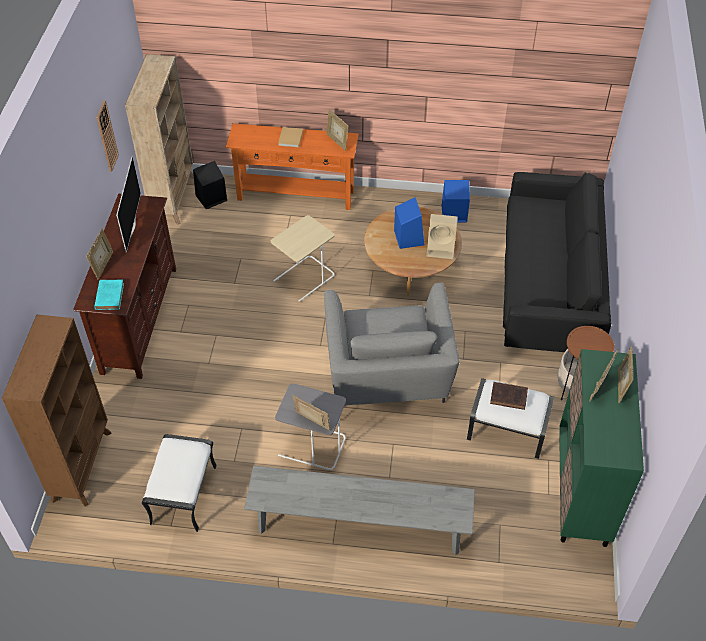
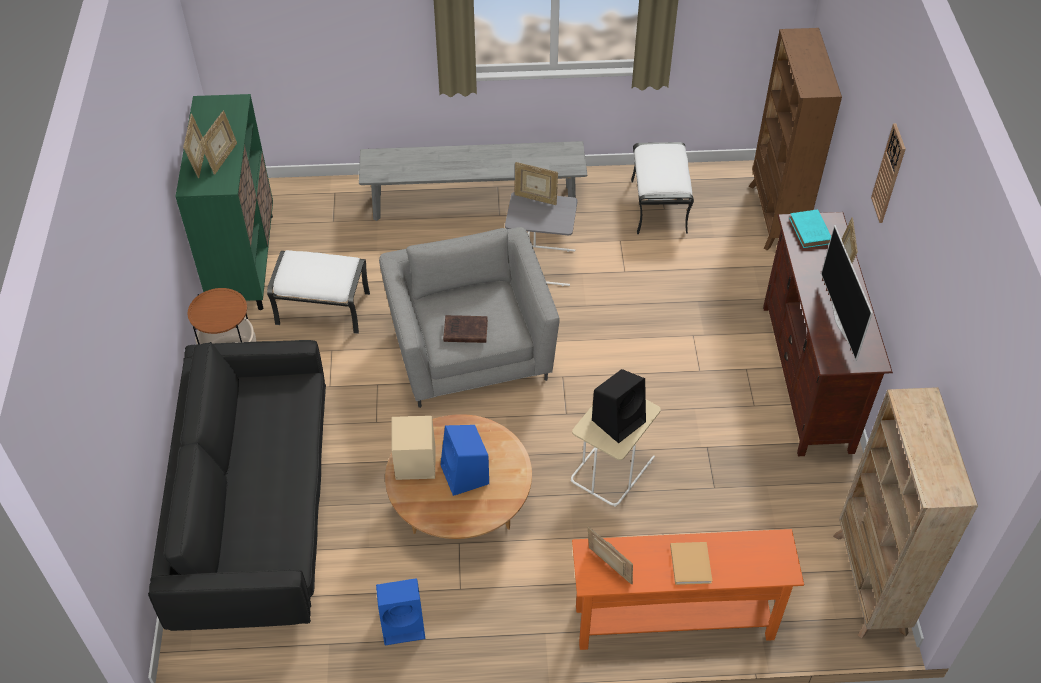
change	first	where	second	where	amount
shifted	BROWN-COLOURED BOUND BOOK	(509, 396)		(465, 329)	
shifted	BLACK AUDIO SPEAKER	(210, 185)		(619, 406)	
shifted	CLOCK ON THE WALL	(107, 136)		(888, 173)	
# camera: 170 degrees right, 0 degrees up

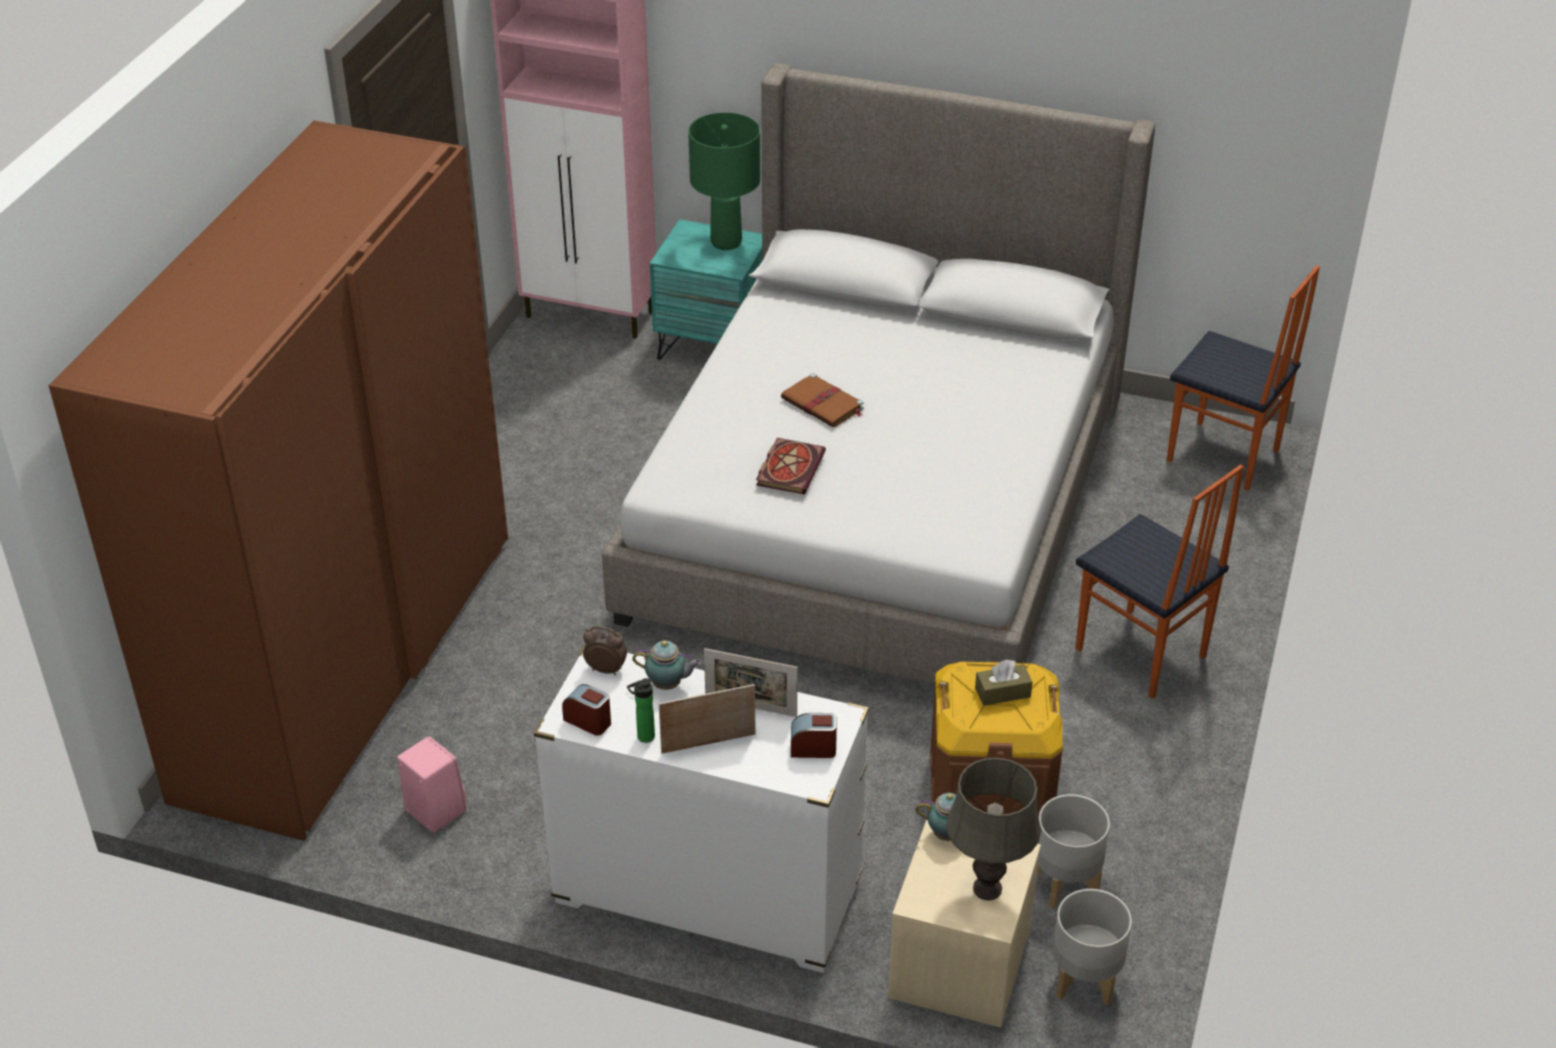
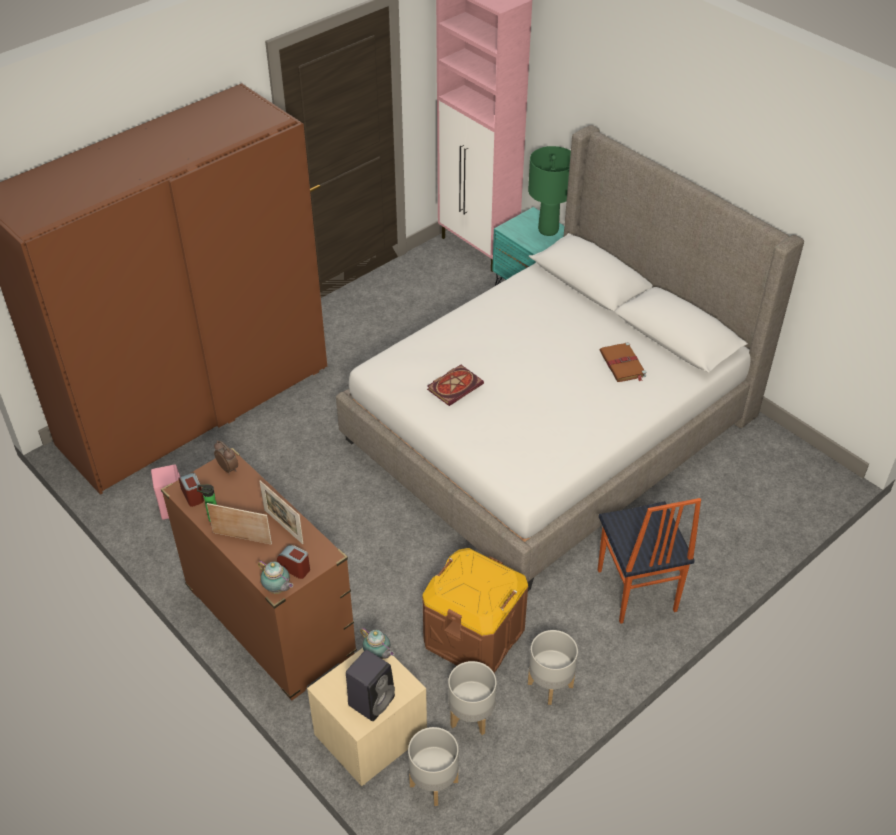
change	first	where	second	where	amount
repainted	WHITE-COLOURED CHEST OF DRAWERS	(701, 808)	BROWN-COLOURED CHEST OF DRAWERS	(259, 574)	
shifted	TEAPOT	(666, 665)		(275, 577)	
swapped	GREYISH LAMP FOR A TABLE	(993, 829)	BLACK AUDIO SPEAKER	(370, 685)	
new			GREYISH FLOWER POT	(553, 667)	
shifted	BROWN-COLOURED BOUND BOOK	(822, 400)		(623, 362)	
gone	BROWN-COLOURED BOX OF TISSUES	(1003, 683)			
gone	CHAIR	(1243, 378)			
# camera: 30 degrees right, 5 degrees up

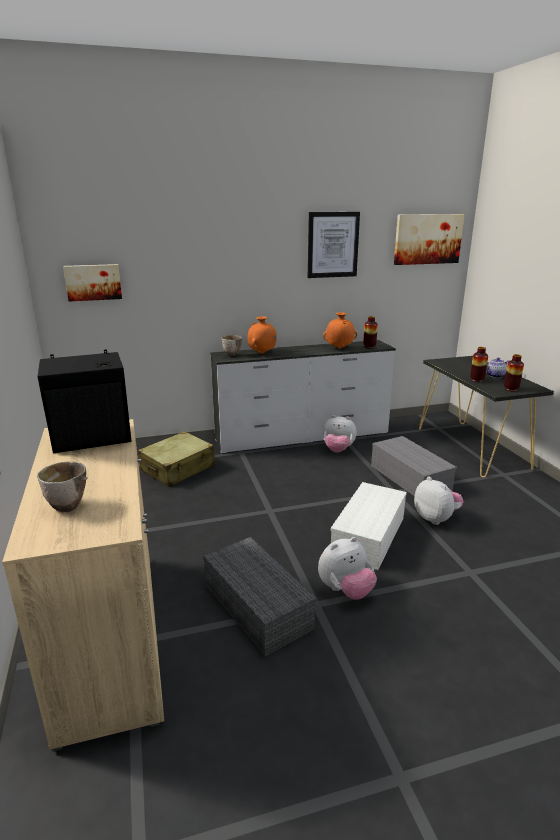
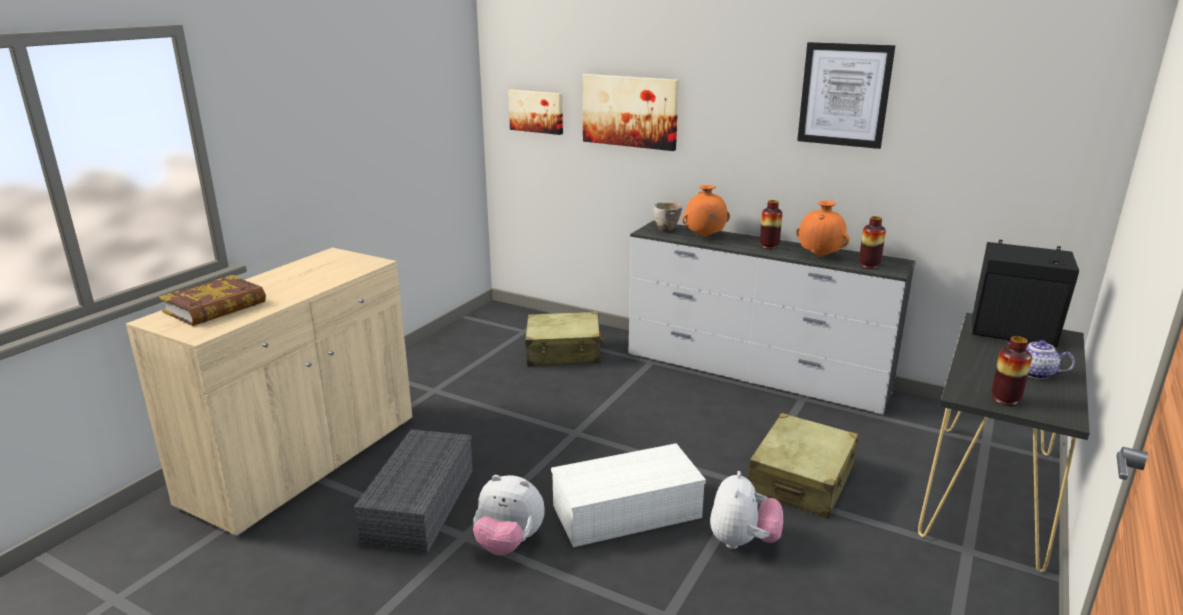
change	first	where	second	where	amount
swapped	BOWL	(62, 487)	BOUND BOOK	(212, 300)	
shifted	PICTURE	(429, 239)		(631, 112)	
swapped	GREYISH STORAGE BOX	(414, 466)	BEIGE TRAVEL CASE	(803, 466)	
shifted	DECORATIVE VASE	(479, 364)		(771, 224)	
shifted	BLACK AUDIO SPEAKER	(84, 401)		(1025, 294)	
gone	SOFT TOY	(340, 434)			
# camera: 45 degrees right, 0 degrees up

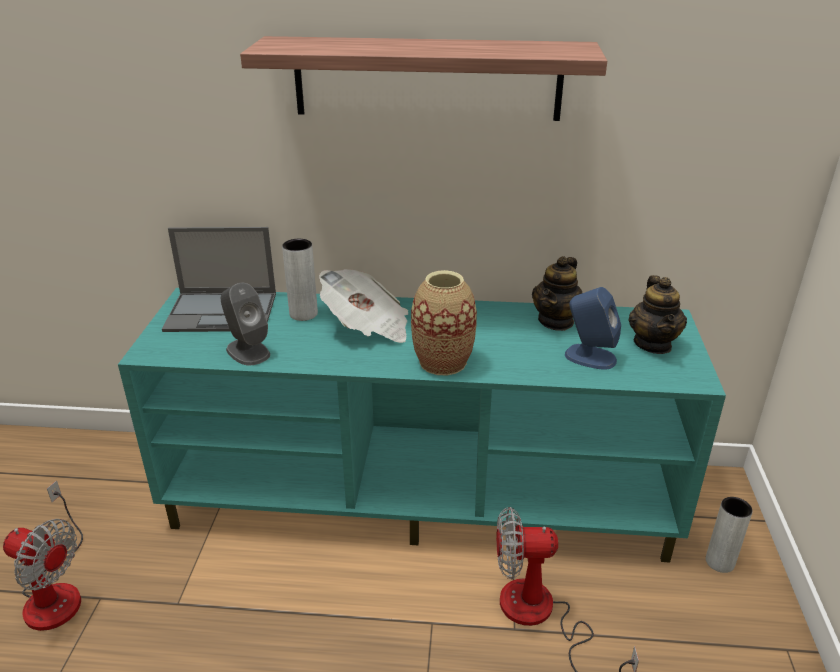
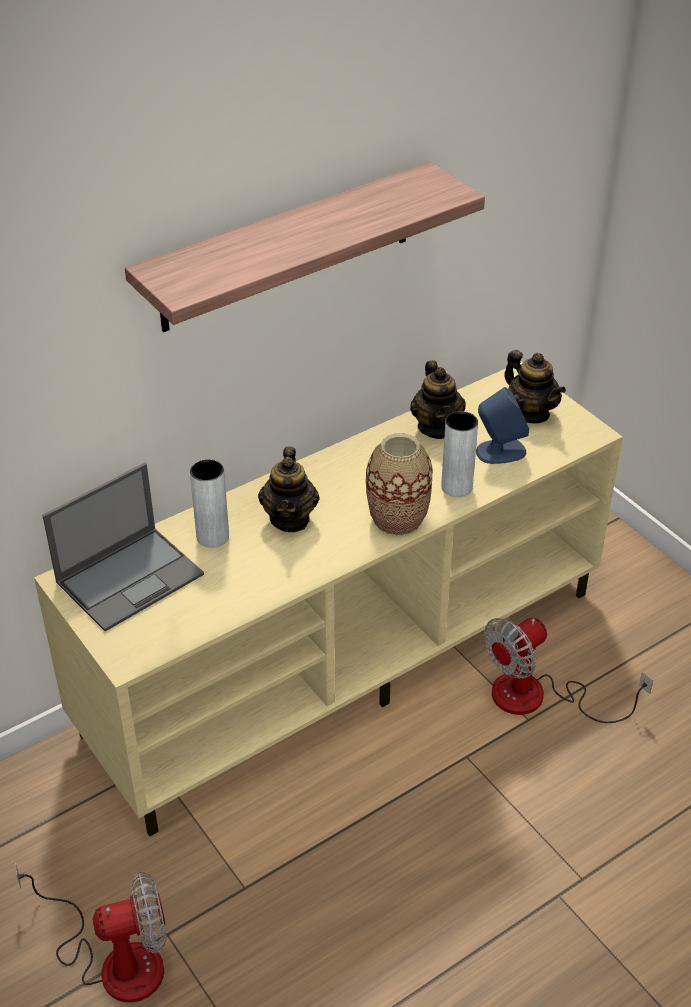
change	first	where	second	where	amount
repainted	BLUE-GREEN TV UNIT	(422, 425)	BEIGE TV UNIT	(328, 599)	
swapped	PRINTED PAPER	(363, 306)	TEAPOT	(288, 489)	
shifted	GREYISH DECORATIVE VASE	(729, 535)		(459, 454)	
gone	GREYISH AUDIO SPEAKER	(245, 324)			
# camera: 40 degrees left, 10 degrees up

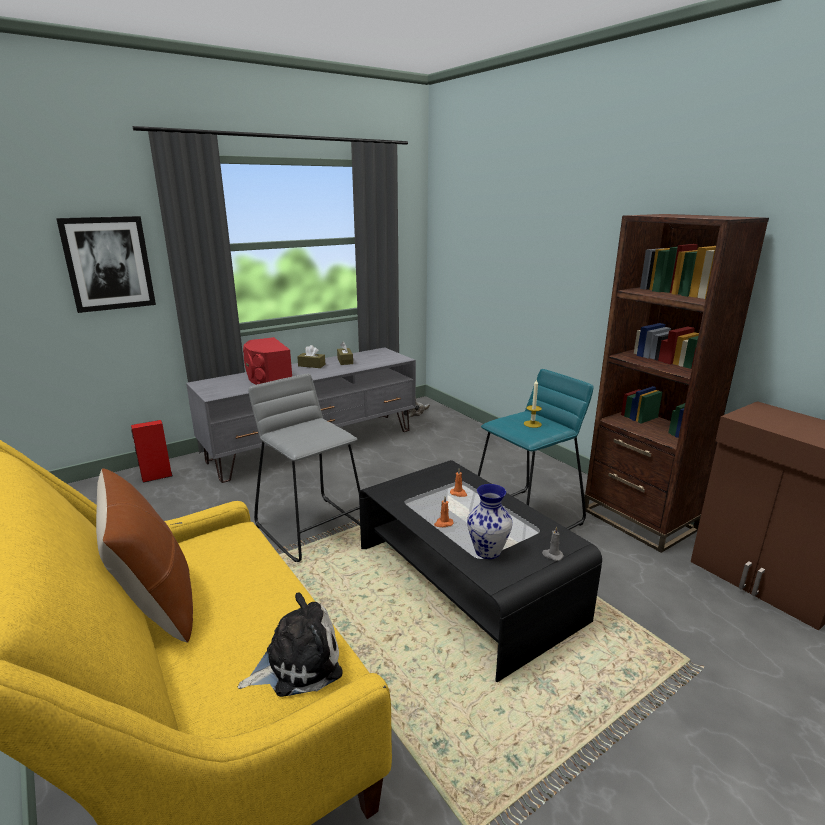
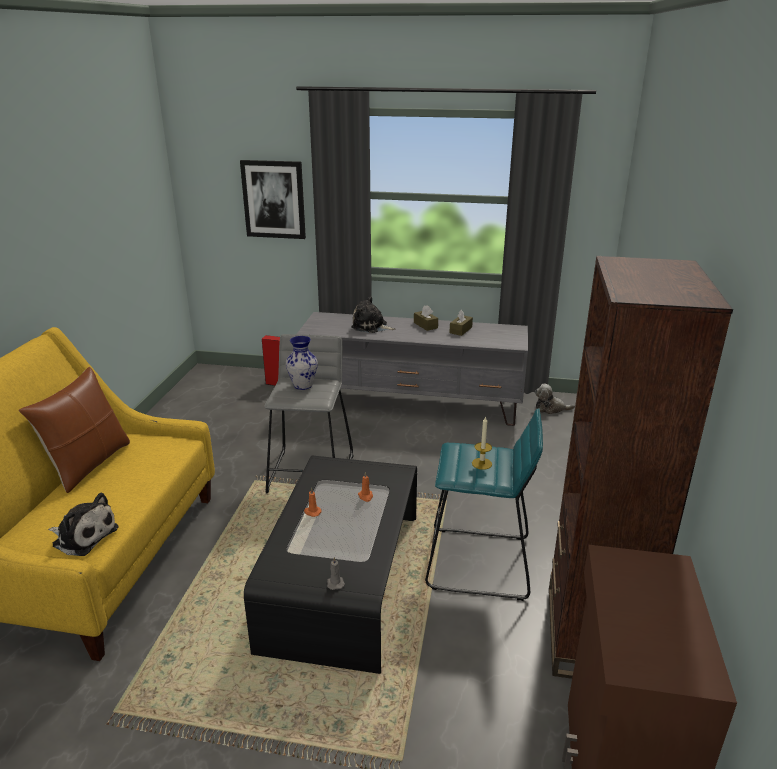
change	first	where	second	where	amount
shifted	DECORATIVE VASE	(489, 521)		(302, 363)	
swapped	REDDISH AUDIO SPEAKER	(267, 361)	SOFT TOY	(373, 314)	
# camera: 45 degrees right, 5 degrees up

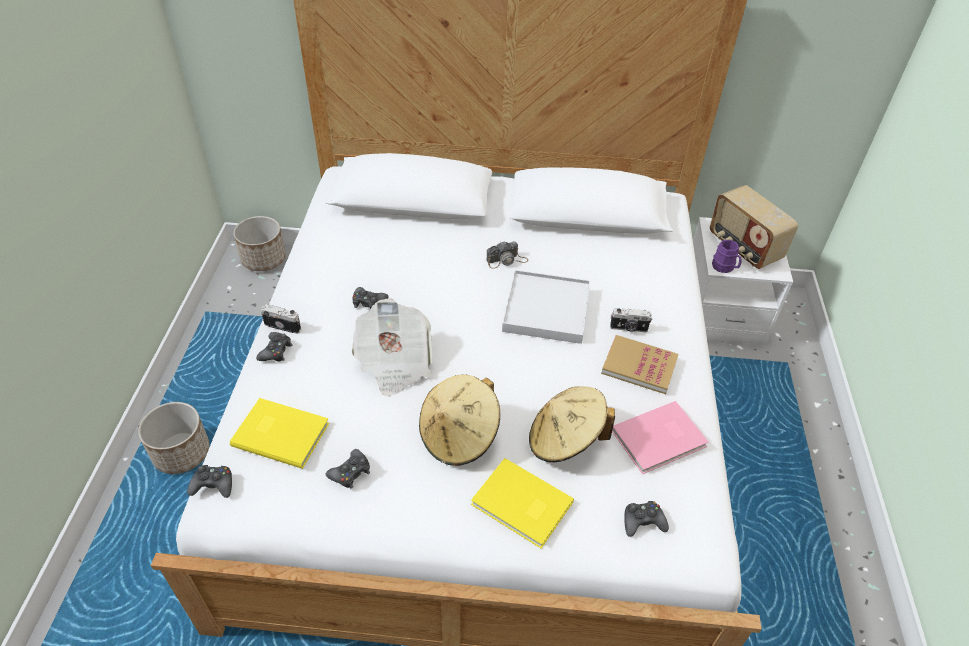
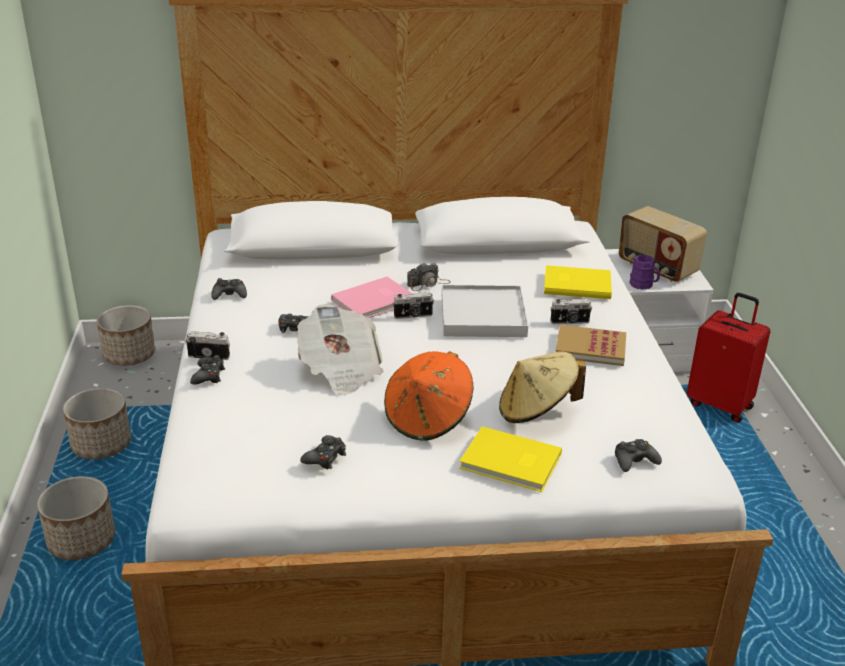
change	first	where	second	where	amount
new			FLOWER POT	(97, 423)	
shifted	BLACK GAME CONTROLLER	(209, 481)		(229, 289)	
shifted	PINK BOUND BOOK	(660, 437)		(371, 297)	
repainted	BEIGE CLOTHING HAT	(459, 420)	ORANGE CLOTHING HAT	(428, 396)	
new			PHOTO CAMERA	(413, 305)	
shifted	YELLOW BOUND BOOK	(279, 433)		(578, 282)	
new			REDDISH TRAVEL CASE	(729, 358)	
# camera: 10 degrees left, 15 degrees down

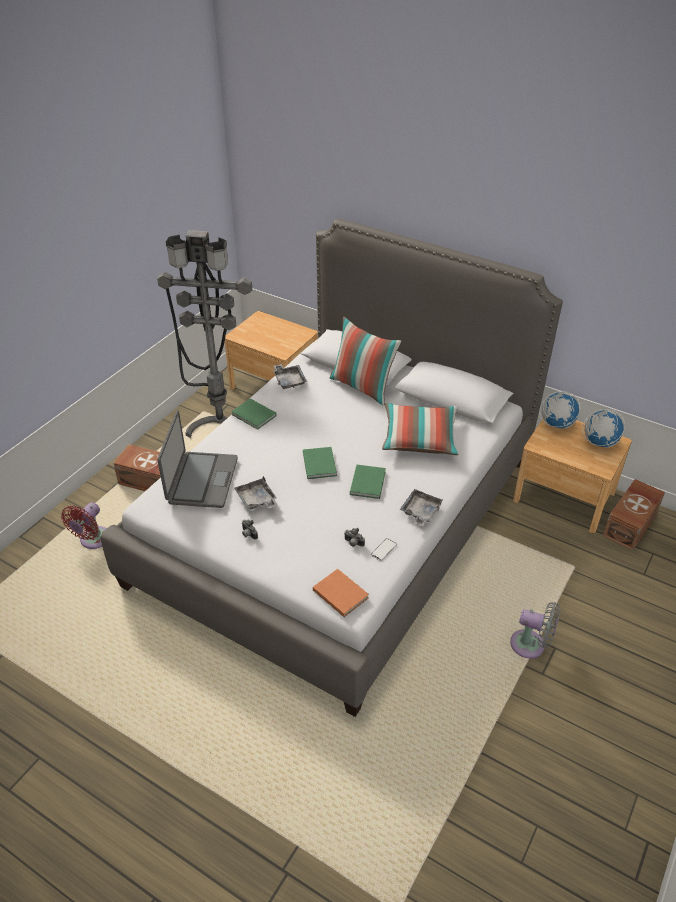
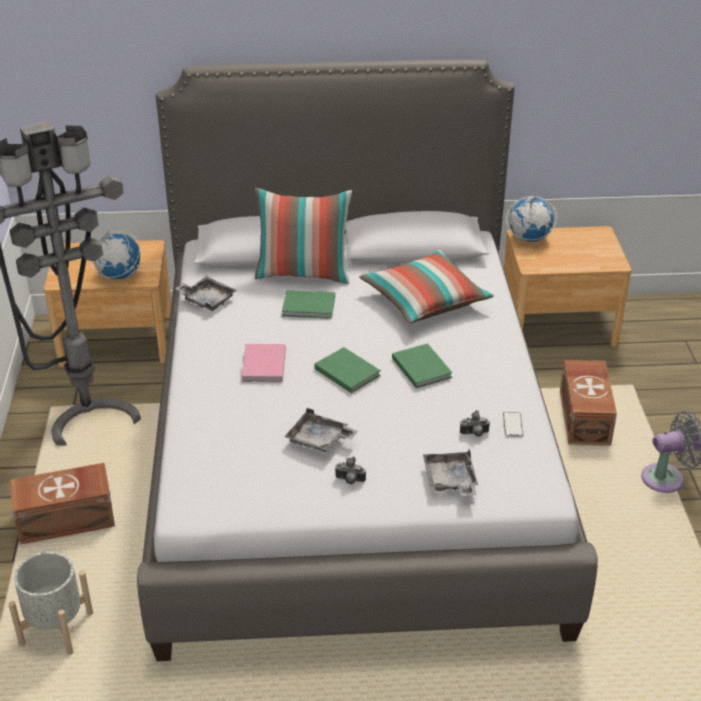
change	first	where	second	where	amount
swapped	REDDISH ELECTRIC FAN	(84, 525)	GREYISH FLOWER POT	(50, 603)	
shifted	DESK GLOBE	(603, 428)		(115, 254)	
new			PINK BOUND BOOK	(263, 363)	
shifted	GREENISH BOUND BOOK	(254, 414)		(308, 304)	
shifted	GREYISH SERVING TRAY	(422, 507)		(450, 472)	
shifted	BROWN-COLOURED STORAGE BOX	(634, 515)		(588, 403)	
gone	LAPTOP	(197, 459)			
gone	ORANGE BOUND BOOK	(341, 593)			
# camera: 35 degrees left, 5 degrees down

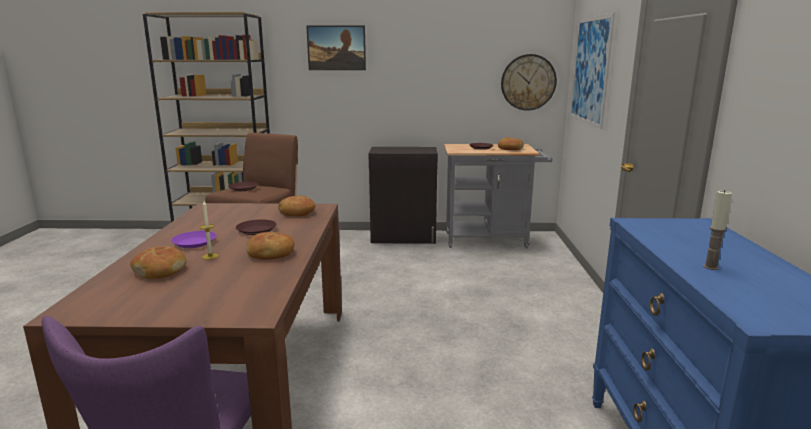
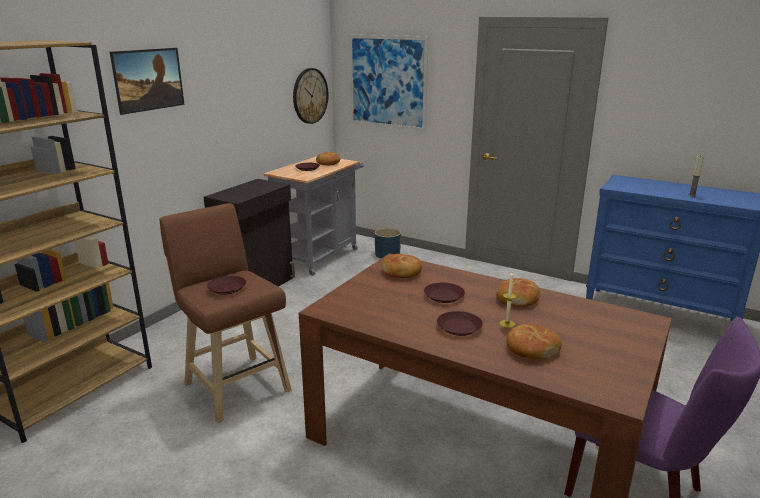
change	first	where	second	where	amount
new			BLUE-COLOURED FLOWER POT	(388, 243)	
repainted	PURPLE FLAT DISH	(193, 239)	BROWN-COLOURED FLAT DISH	(460, 323)	
# camera: 60 degrees left, 5 degrees up

